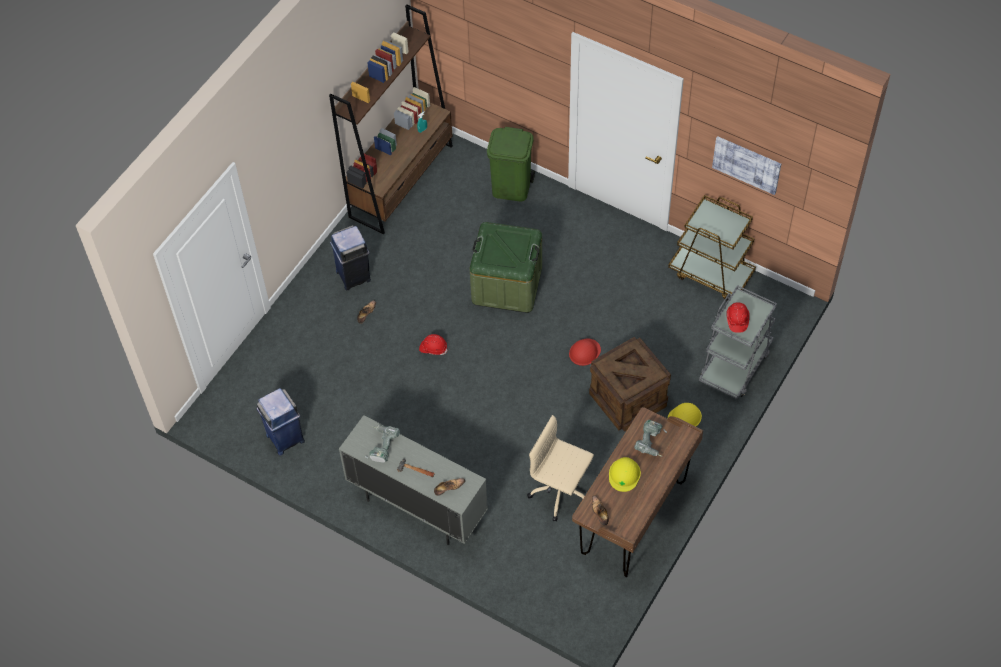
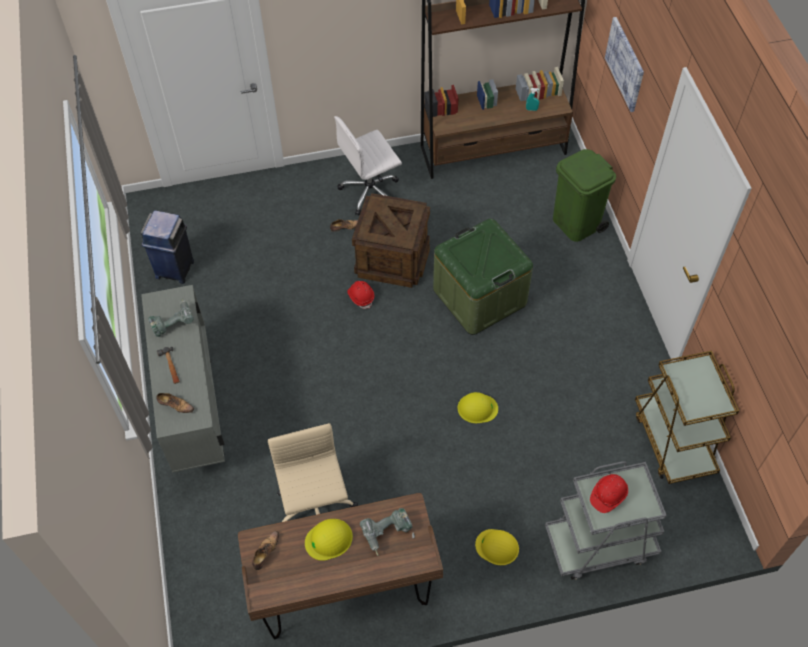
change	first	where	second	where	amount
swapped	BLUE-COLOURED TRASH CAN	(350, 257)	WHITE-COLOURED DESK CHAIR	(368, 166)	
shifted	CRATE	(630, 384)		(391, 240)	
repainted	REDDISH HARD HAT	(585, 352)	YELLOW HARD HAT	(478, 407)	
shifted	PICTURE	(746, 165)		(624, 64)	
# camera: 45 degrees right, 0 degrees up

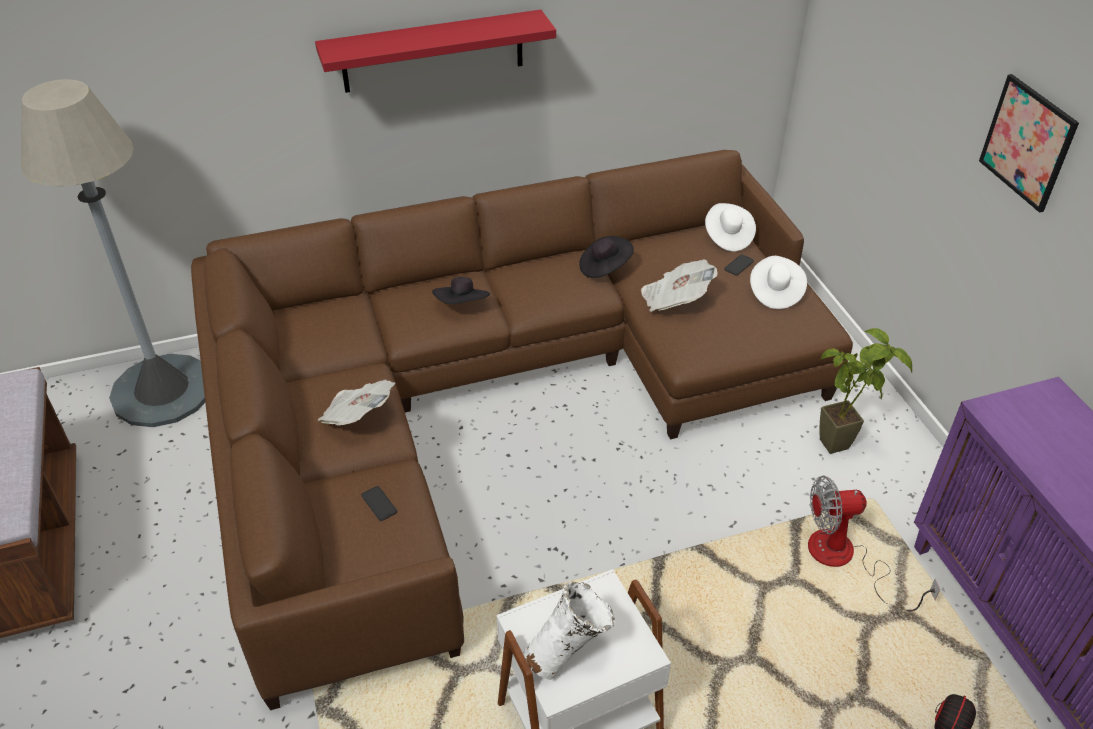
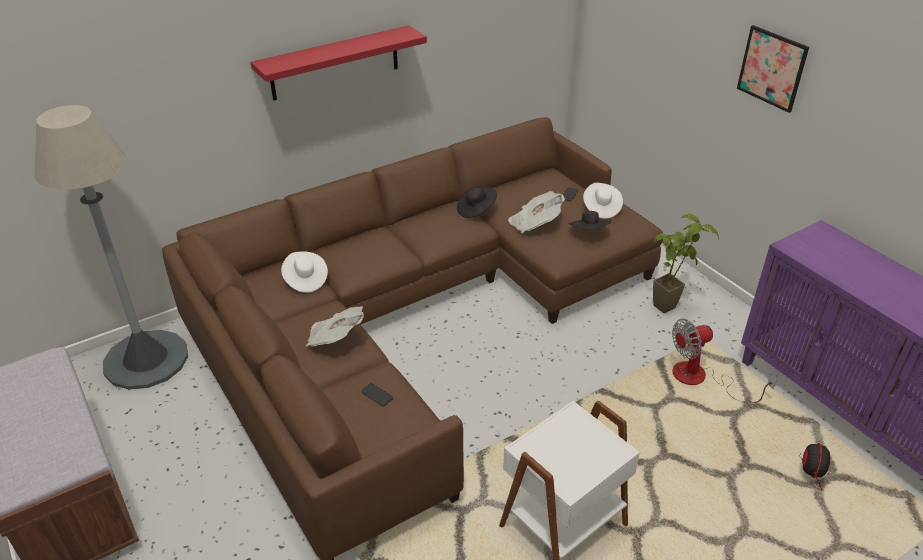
change	first	where	second	where	amount
shifted	WHITE-COLOURED CLOTHING HAT	(730, 227)		(304, 272)	
shifted	BLACK CLOTHING HAT	(461, 290)		(589, 220)	
gone	WHITE-COLOURED DECORATIVE VASE	(568, 631)			
# camera: 15 degrees left, 5 degrees down

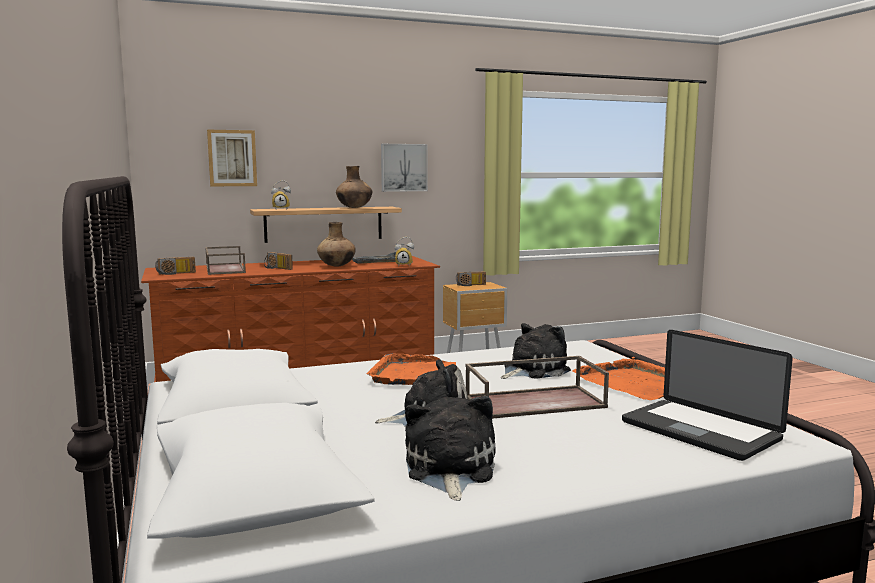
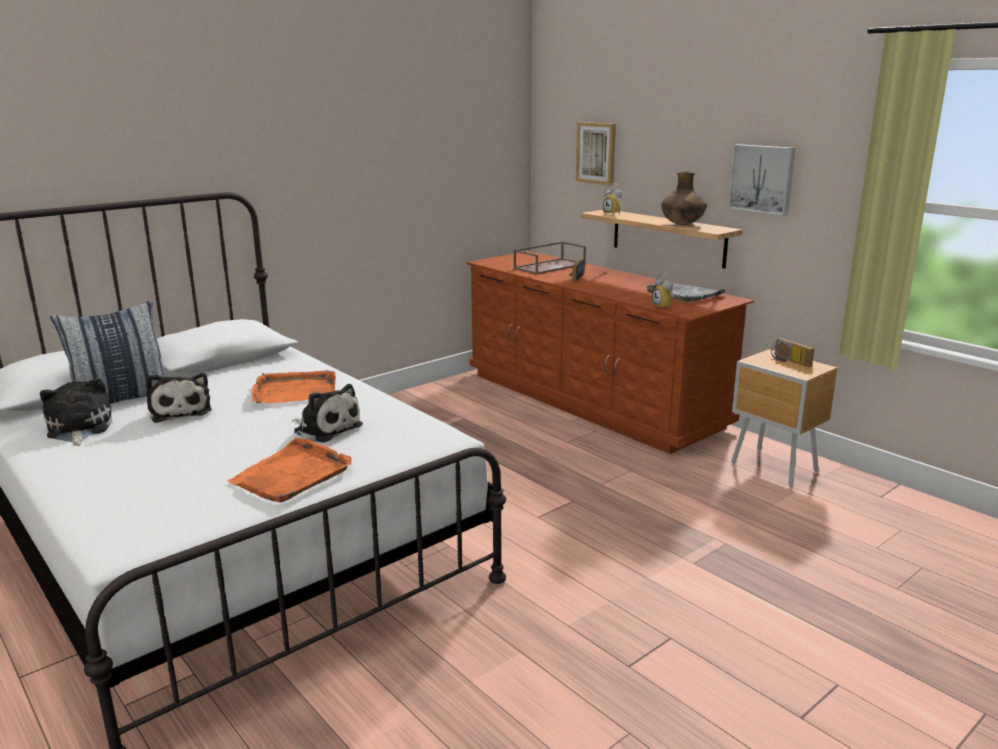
change	first	where	second	where	amount
rotated	SOFT TOY	(450, 448)		(76, 412)	90 degrees counterclockwise
new			THROW PILLOW	(108, 352)	
gone	RADIO SET	(175, 266)			
gone	BROWN-COLOURED DECORATIVE VASE	(336, 244)			
gone	BROWN-COLOURED SERVING TRAY	(537, 387)			
gone	LAPTOP	(707, 395)			
# camera: 70 degrees right, 10 degrees up

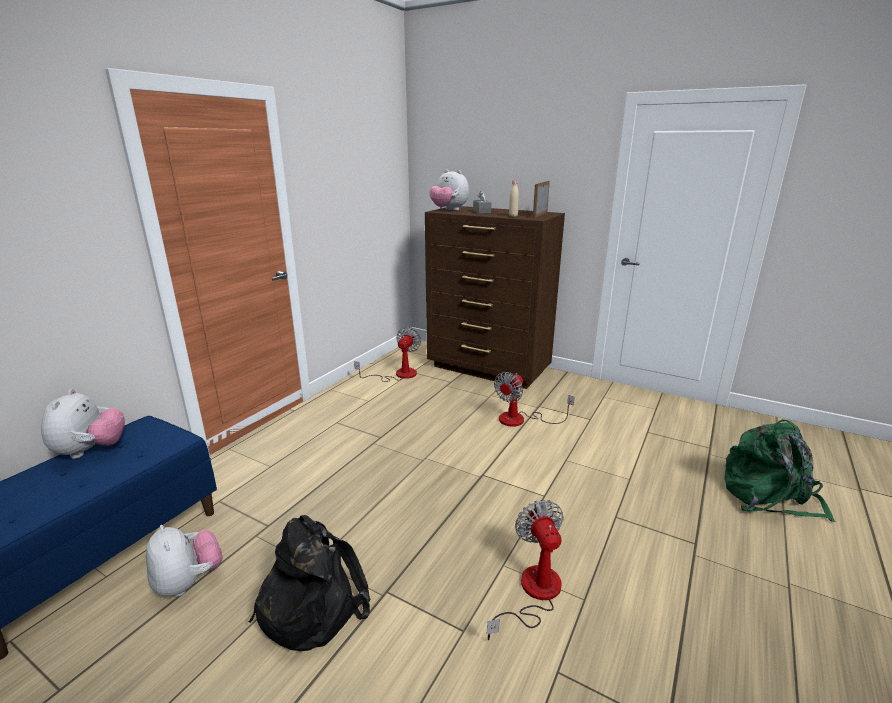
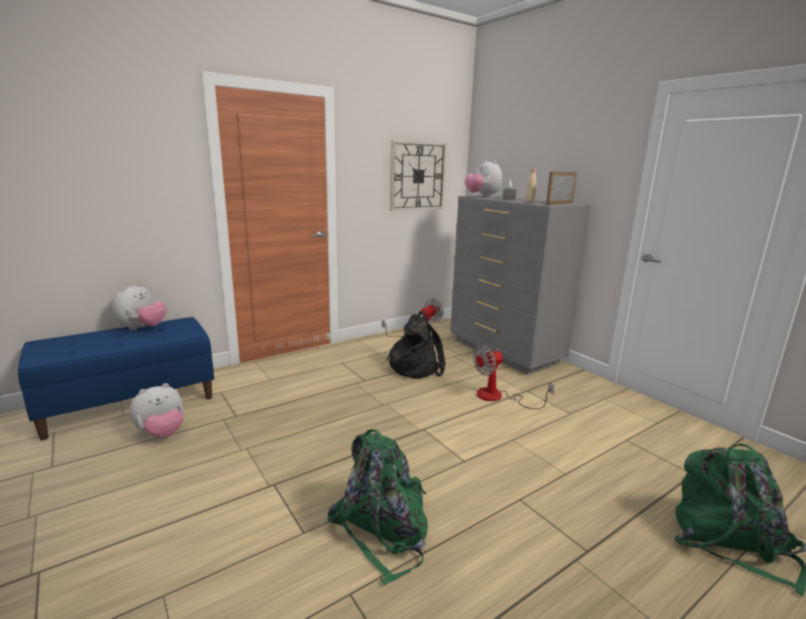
change	first	where	second	where	amount
rotated	SOFT TOY	(184, 560)		(157, 410)	60 degrees clockwise
swapped	ELECTRIC FAN	(525, 570)	GREENISH KNAPSACK	(377, 507)	
shifted	BLACK KNAPSACK	(310, 583)		(415, 345)	
new			CLOCK ON THE WALL	(418, 175)	
repainted	BROWN-COLOURED CHEST OF DRAWERS	(495, 297)	GREYISH CHEST OF DRAWERS	(520, 285)	
# camera: 25 degrees right, 5 degrees down

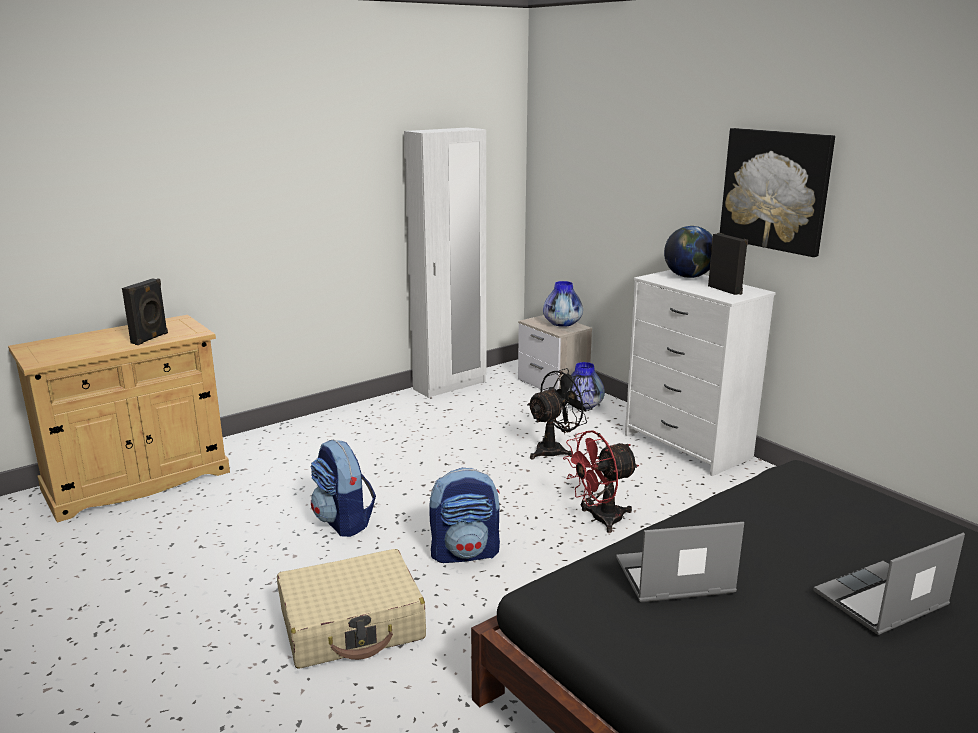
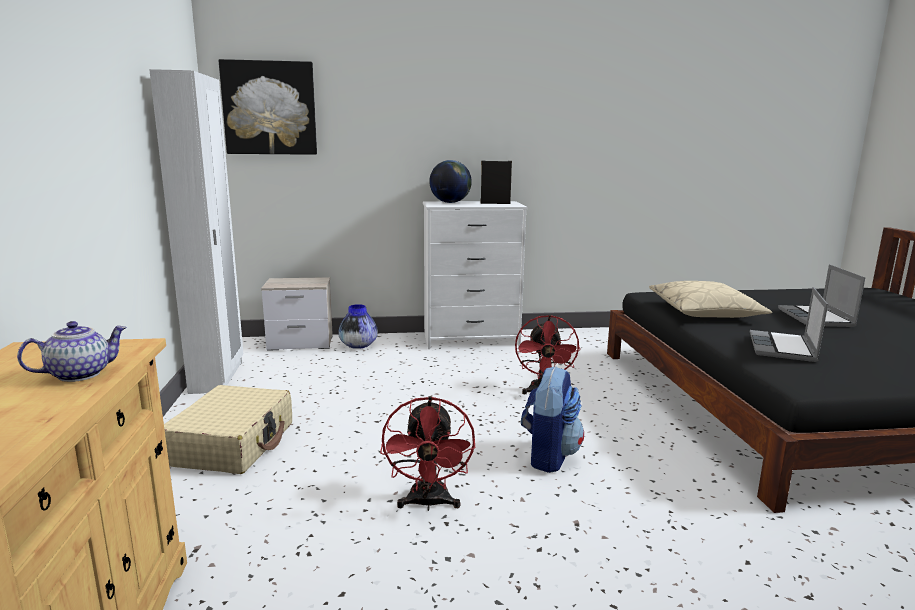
change	first	where	second	where	amount
swapped	BLACK AUDIO SPEAKER	(145, 311)	TEAPOT	(72, 351)	
shifted	BEIGE TRAVEL CASE	(351, 609)		(228, 429)	
shifted	PICTURE	(777, 192)		(268, 107)	
swapped	KNAPSACK	(343, 488)	REDDISH ELECTRIC FAN	(427, 453)	
new			BEIGE THROW PILLOW	(710, 299)	
gone	BLACK ELECTRIC FAN	(560, 413)			
gone	DECORATIVE VASE	(563, 304)			
# camera: 60 degrees left, 5 degrees down

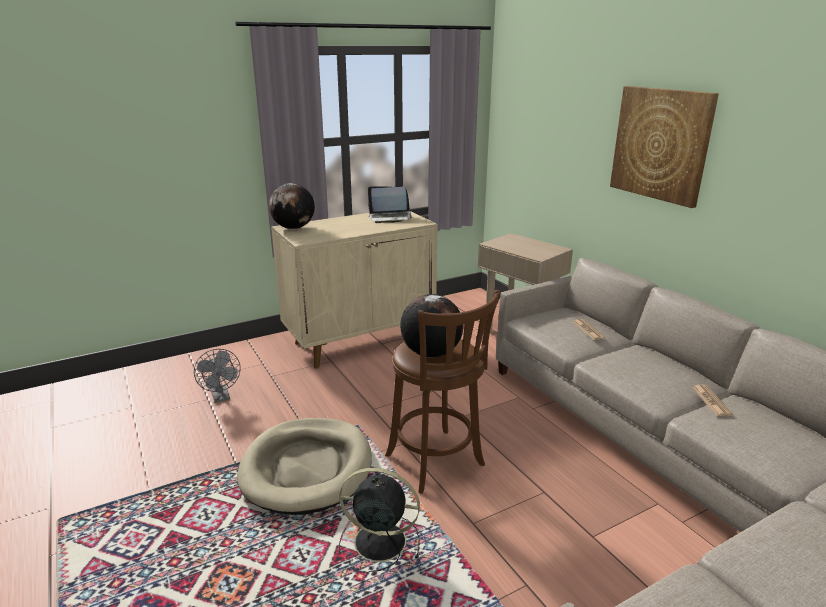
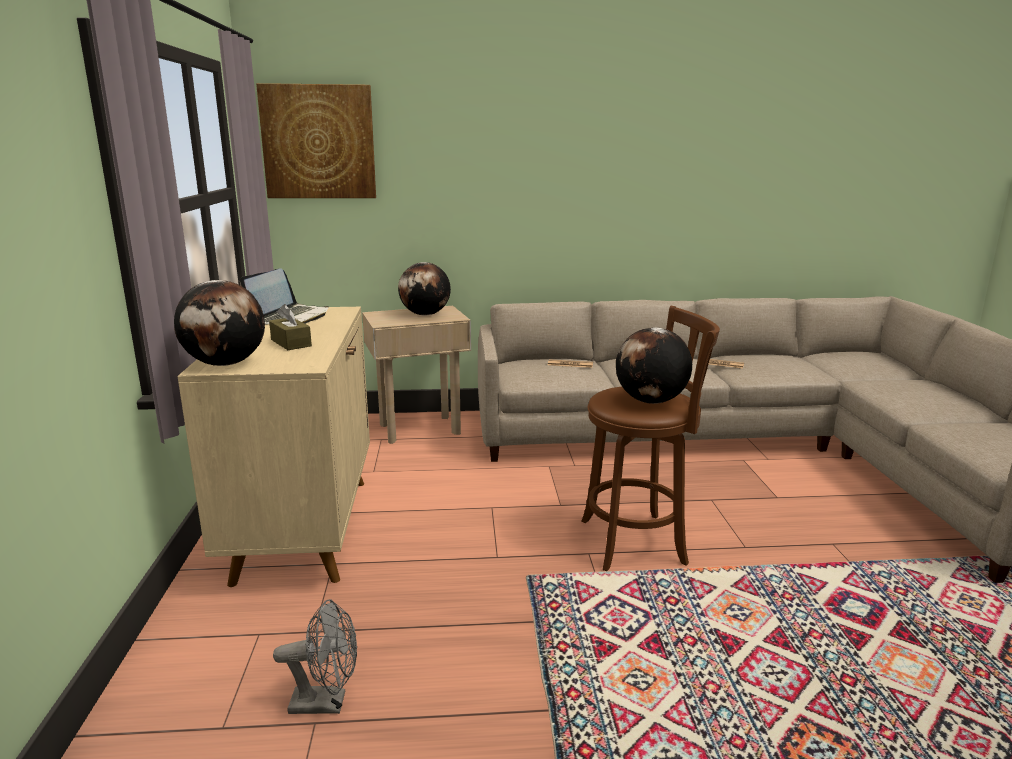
change	first	where	second	where	amount
shifted	PICTURE	(664, 147)		(316, 140)	
new			BROWN-COLOURED BOX OF TISSUES	(290, 327)	
new			DESK GLOBE	(424, 288)	
gone	BEIGE DOG BED	(304, 466)			
gone	BLACK ELECTRIC FAN	(379, 520)			
# camera: 65 degrees left, 5 degrees down

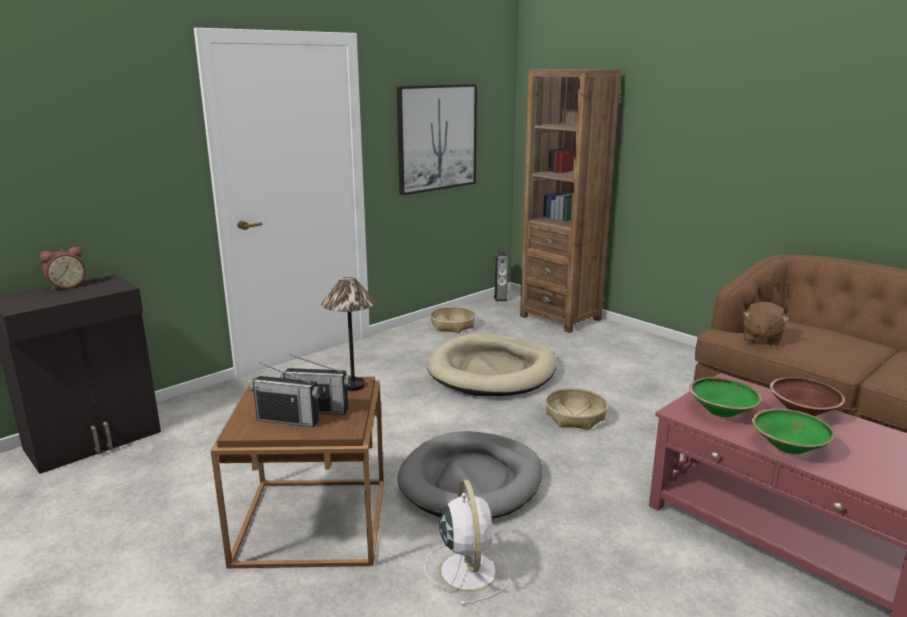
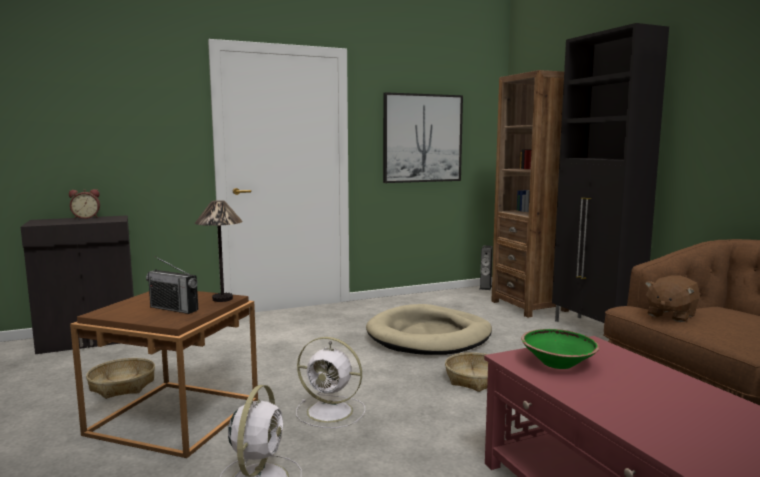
change	first	where	second	where	amount
shifted	STORAGE BASKET	(453, 319)		(120, 378)	
swapped	GREYISH DOG BED	(469, 475)	WHITE-COLOURED ELECTRIC FAN	(330, 382)	
new			BLACK CUPBOARD	(610, 173)	
gone	RADIO SET	(285, 394)			
gone	GREENISH BOWL	(794, 431)			
gone	BROWN-COLOURED BOWL	(807, 396)			
# camera: 20 degrees right, 10 degrees down

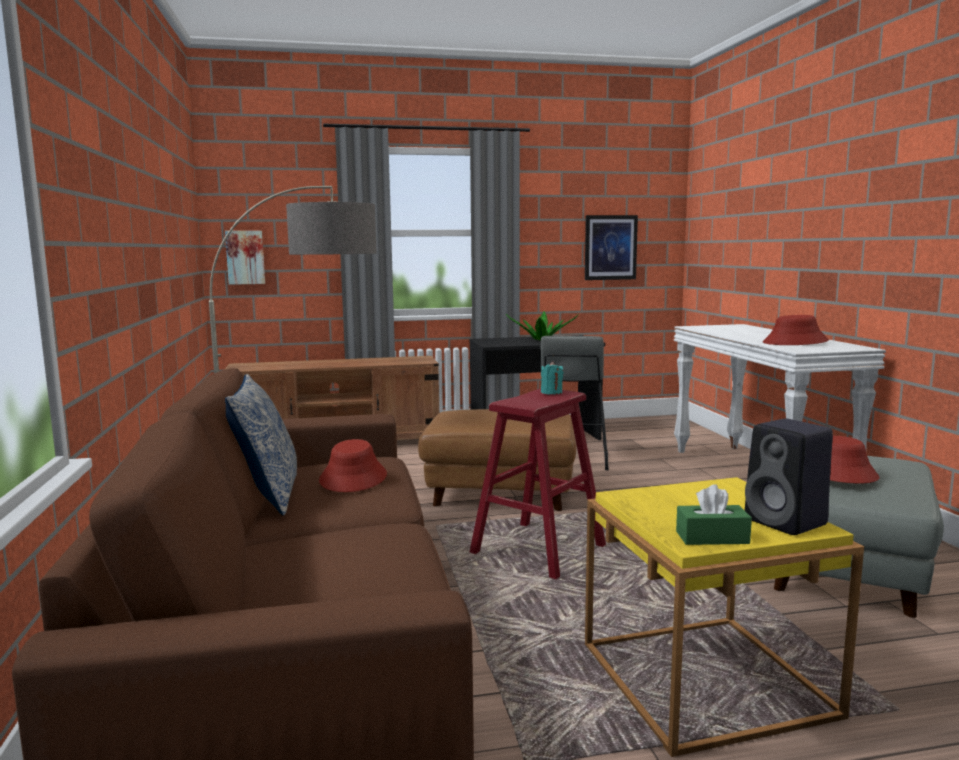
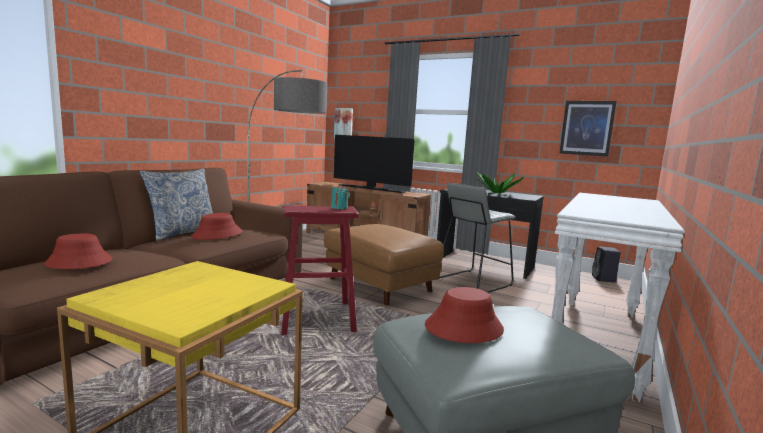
change	first	where	second	where	amount
shifted	REDDISH CLOTHING HAT	(796, 330)		(78, 251)	
new			TV	(374, 164)	
shifted	BLACK AUDIO SPEAKER	(789, 476)		(606, 264)	
gone	GREENISH BOX OF TISSUES	(714, 514)			
# camera: 40 degrees right, 0 degrees up

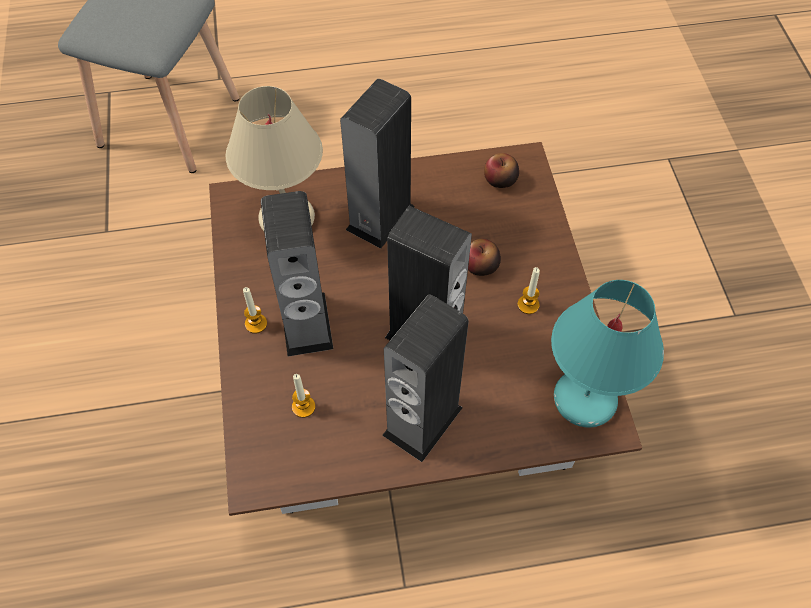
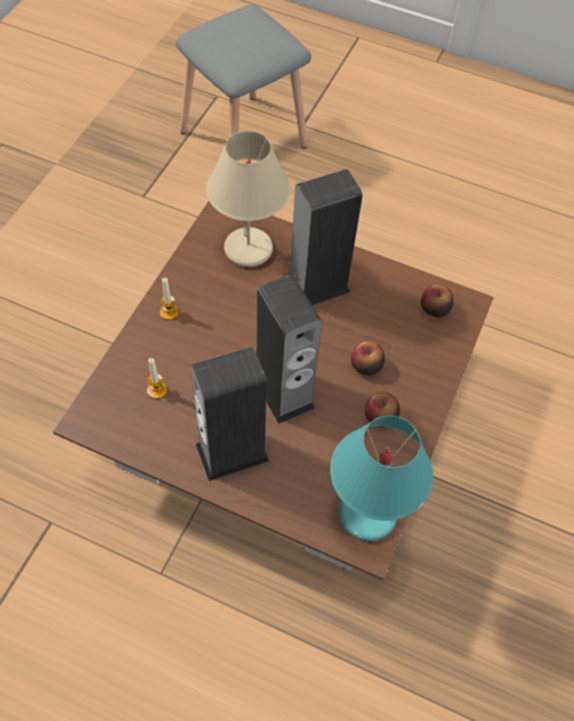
change	first	where	second	where	amount
swapped	CANDLE	(528, 290)	WHOLE APPLE	(382, 409)	
gone	AUDIO SPEAKER	(297, 273)			
# camera: 30 degrees right, 0 degrees up

